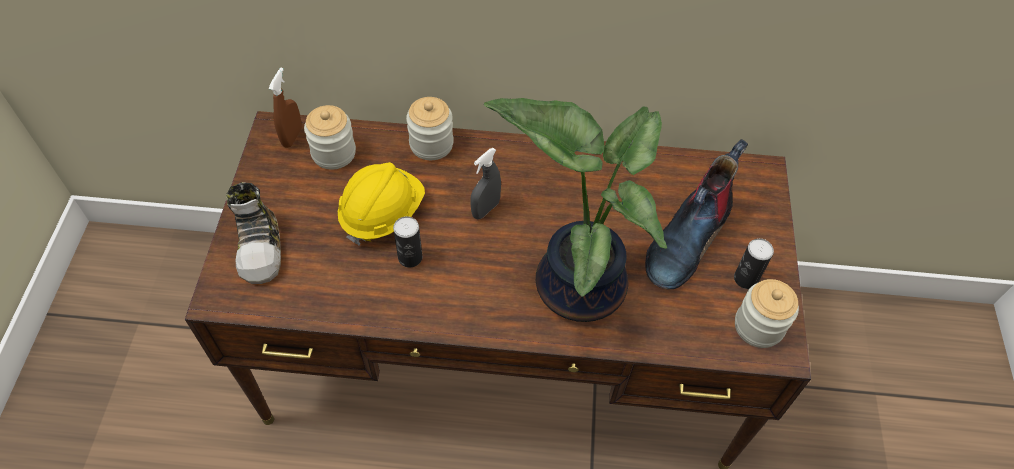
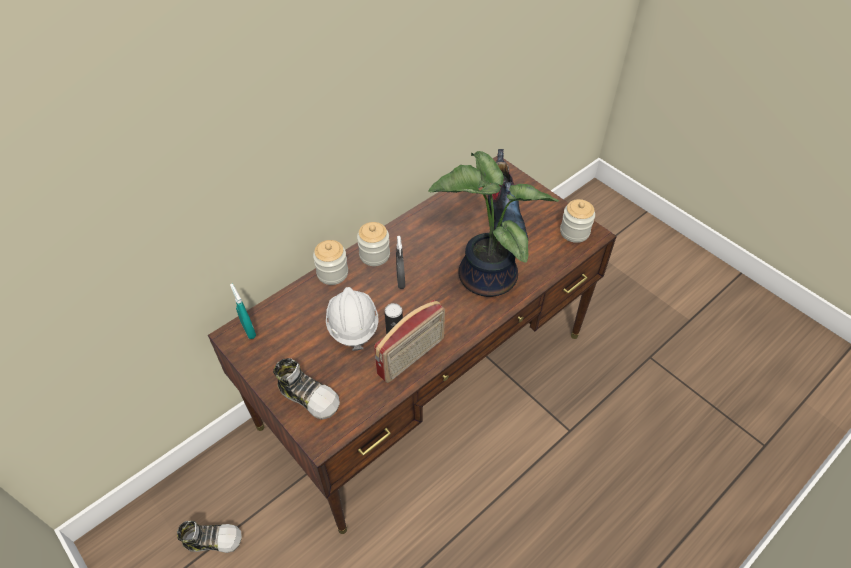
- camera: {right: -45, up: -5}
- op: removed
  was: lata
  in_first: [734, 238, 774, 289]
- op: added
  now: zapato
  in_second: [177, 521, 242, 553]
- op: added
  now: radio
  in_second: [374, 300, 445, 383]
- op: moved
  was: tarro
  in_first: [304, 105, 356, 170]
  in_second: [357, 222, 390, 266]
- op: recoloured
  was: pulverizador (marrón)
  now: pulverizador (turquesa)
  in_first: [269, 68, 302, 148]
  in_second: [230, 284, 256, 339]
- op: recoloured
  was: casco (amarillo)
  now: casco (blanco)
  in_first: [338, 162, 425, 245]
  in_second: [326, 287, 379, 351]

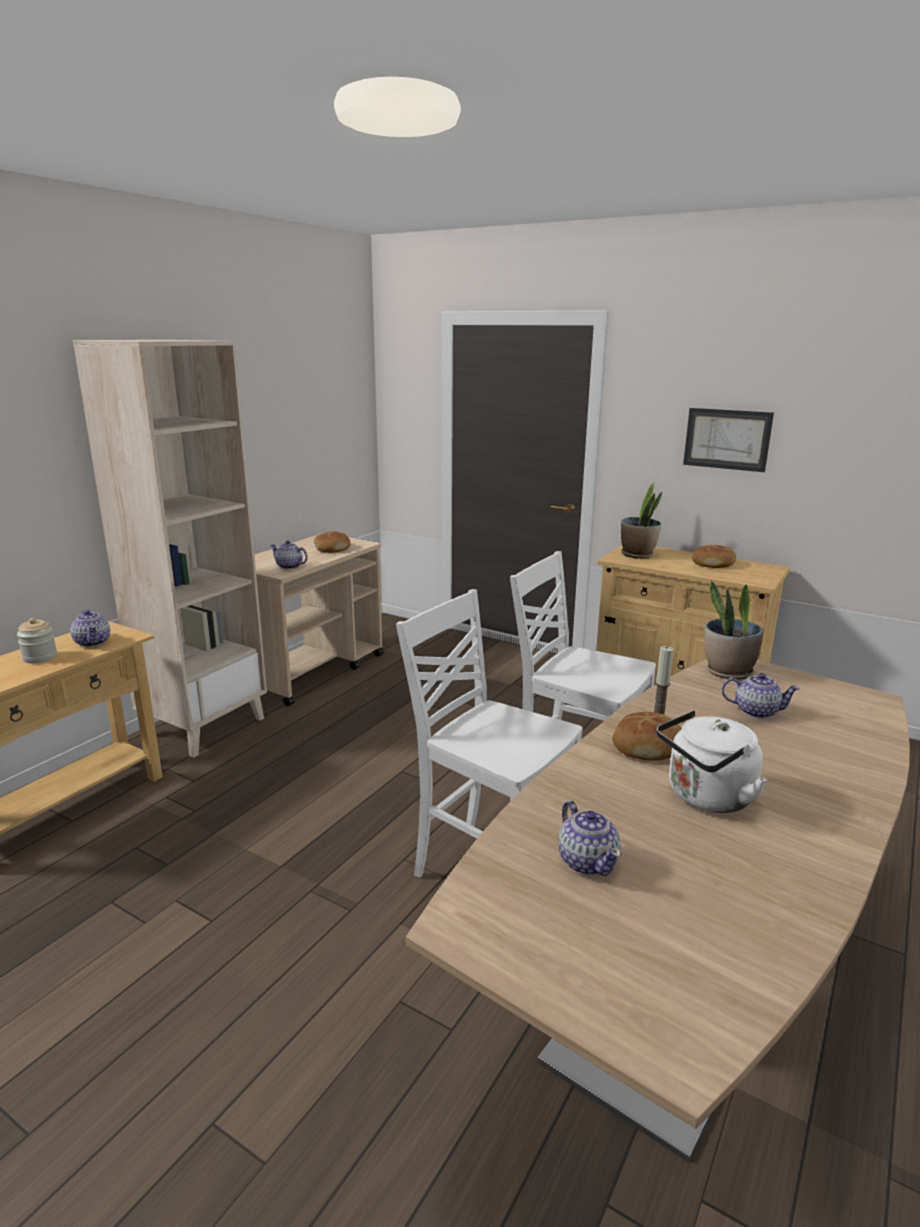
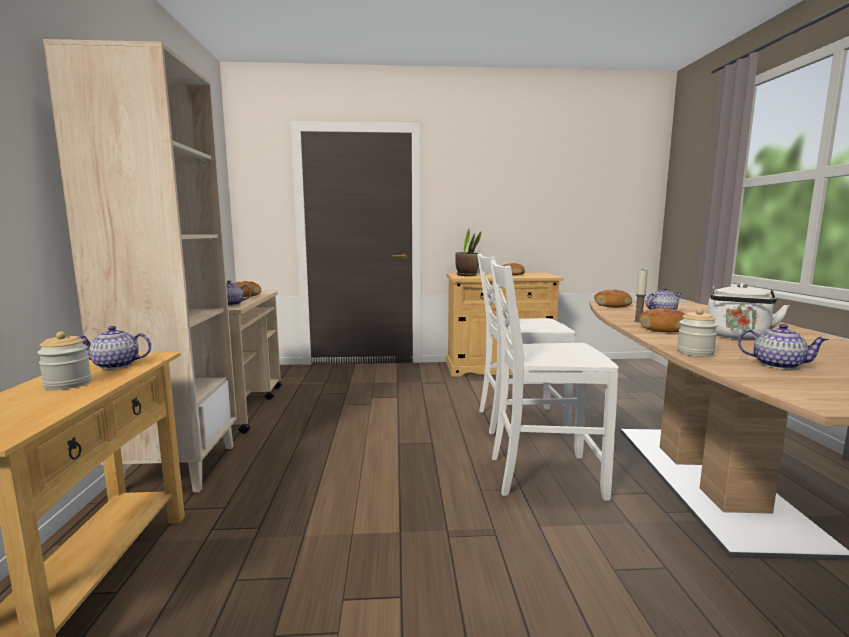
- camera: {right: -35, up: -10}
- op: removed
  was: cuadro
  in_first: [683, 408, 774, 472]
- op: added
  now: tarro
  in_second: [677, 308, 718, 357]
- op: replaced
  was: planta en maceta
  now: pan
  in_first: [704, 581, 763, 680]
  in_second: [594, 289, 632, 307]
- op: turned
  was: tetera
  in_first: [70, 610, 110, 647]
  in_second: [78, 326, 151, 369]
  clockwise: 150

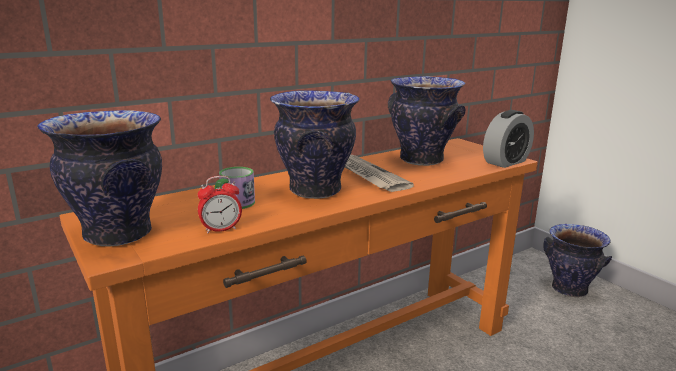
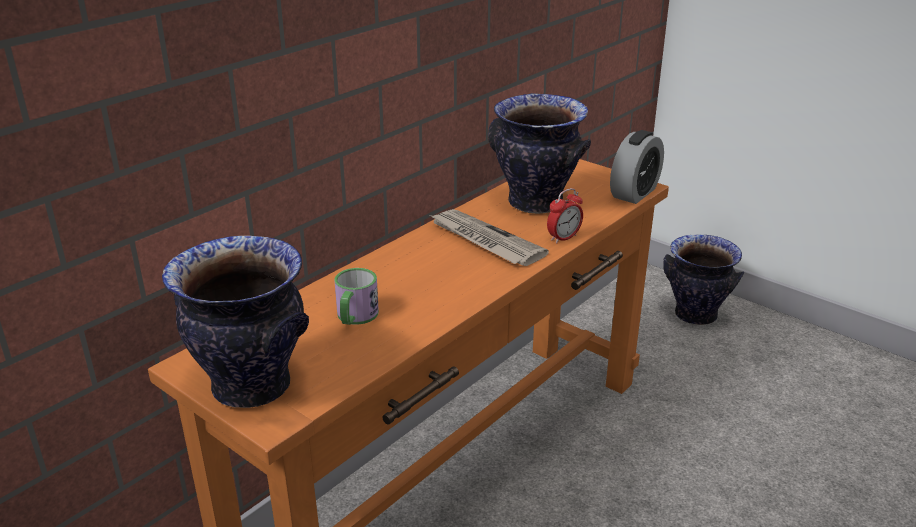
- camera: {right: -15, up: 10}
- op: removed
  was: florero
  in_first: [270, 90, 360, 199]
- op: moved
  was: despertador
  in_first: [197, 176, 242, 234]
  in_second: [547, 188, 583, 244]

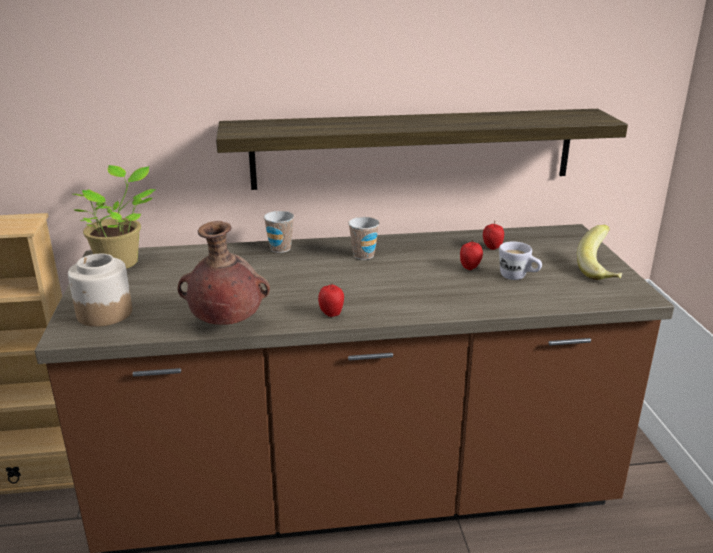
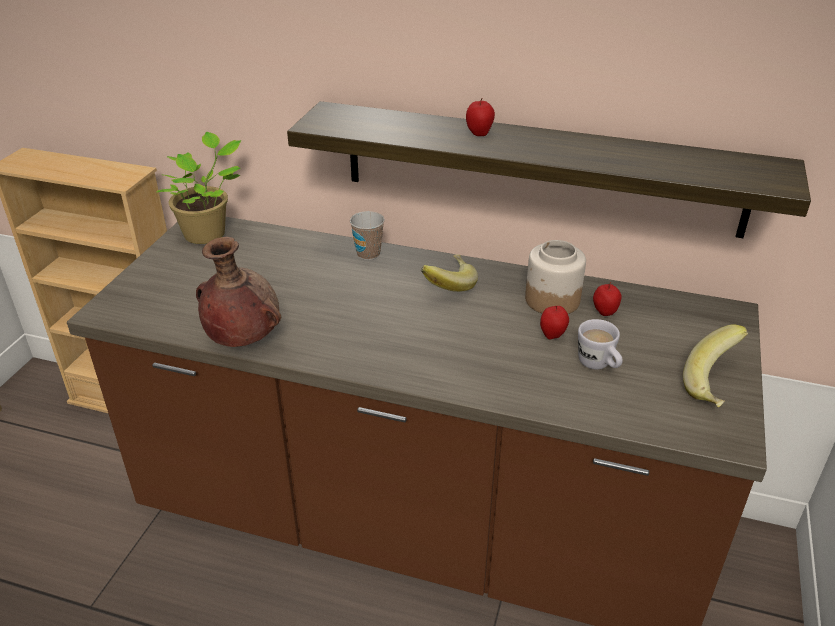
- camera: {right: 25, up: 10}
- op: moved
  was: tarro
  in_first: [68, 254, 132, 327]
  in_second: [525, 240, 586, 314]
- op: moved
  was: manzana
  in_first: [318, 283, 344, 317]
  in_second: [466, 98, 495, 136]
- op: replaced
  was: taza
  now: plátano
  in_first: [348, 217, 379, 260]
  in_second: [421, 254, 478, 292]

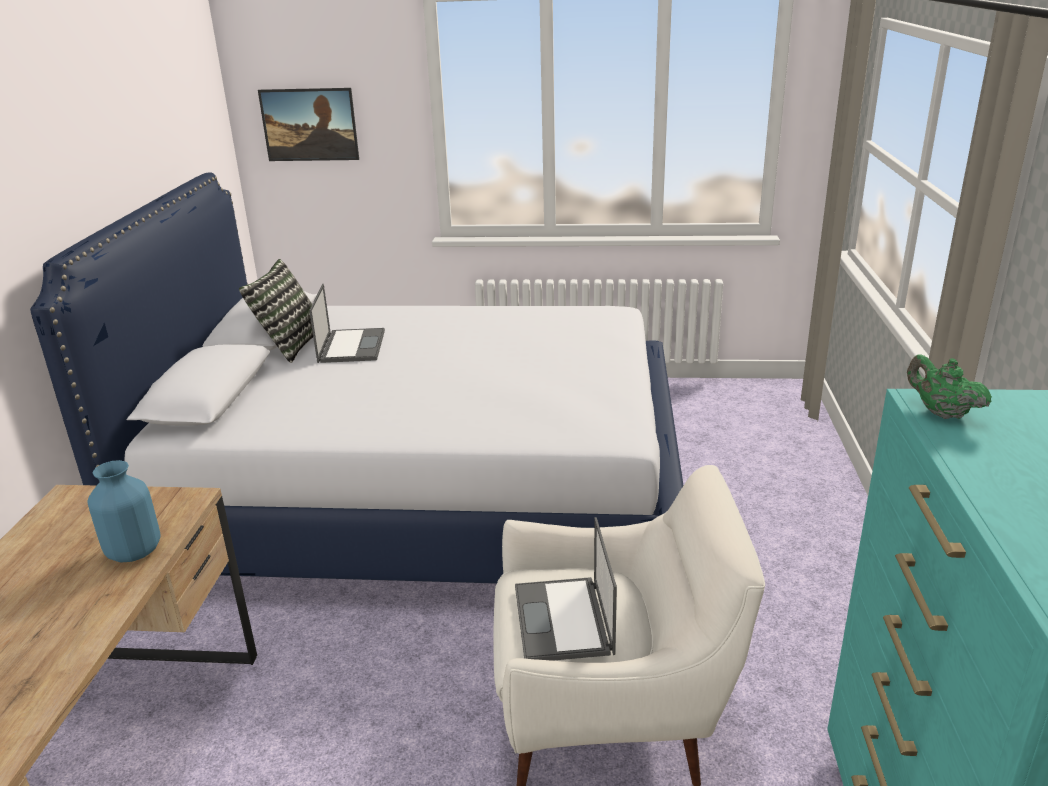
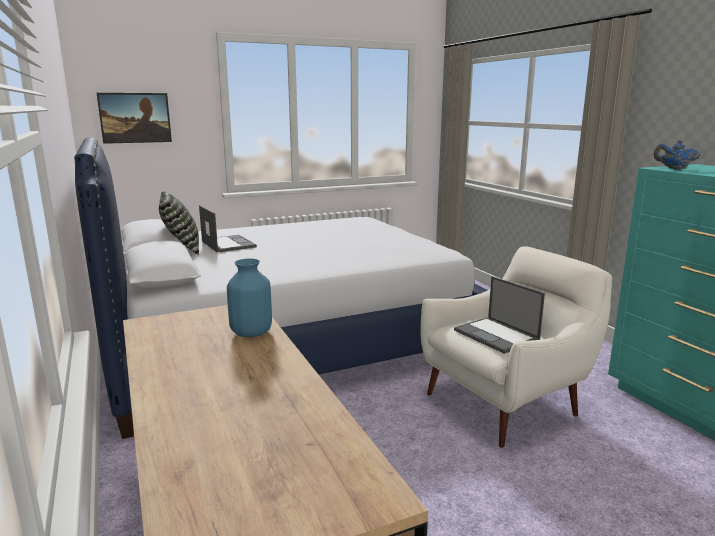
- camera: {right: -30, up: -10}
- op: recoloured
  was: tetera (verde)
  now: tetera (azul)
  in_first: [907, 354, 992, 419]
  in_second: [653, 140, 700, 170]

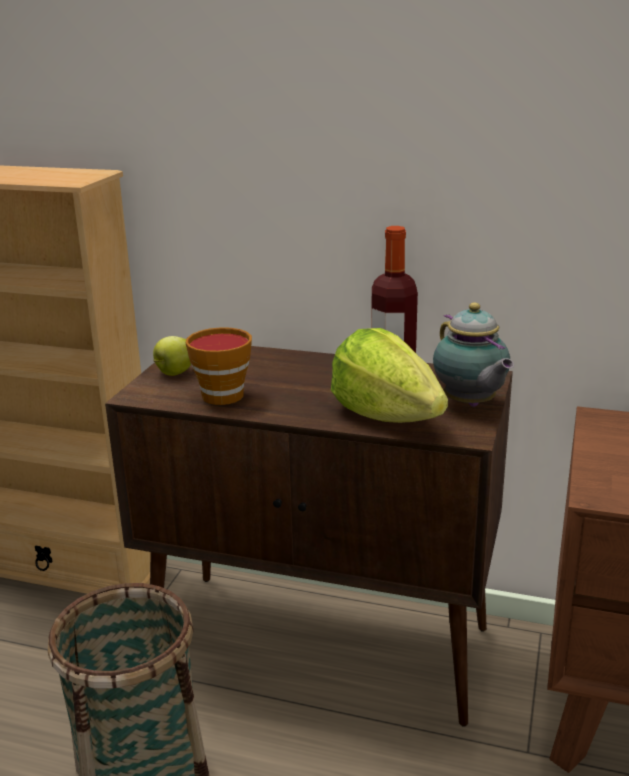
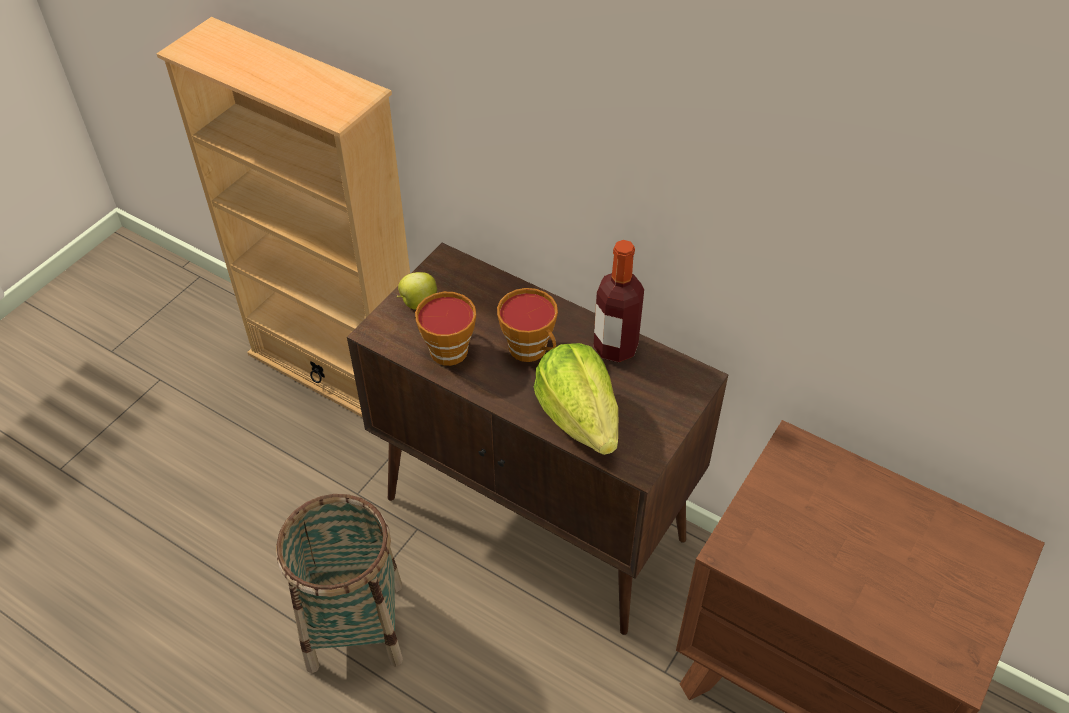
- camera: {right: 15, up: 25}
- op: removed
  was: tetera
  in_first: [433, 303, 514, 407]
- op: added
  now: taza
  in_second: [497, 288, 558, 362]

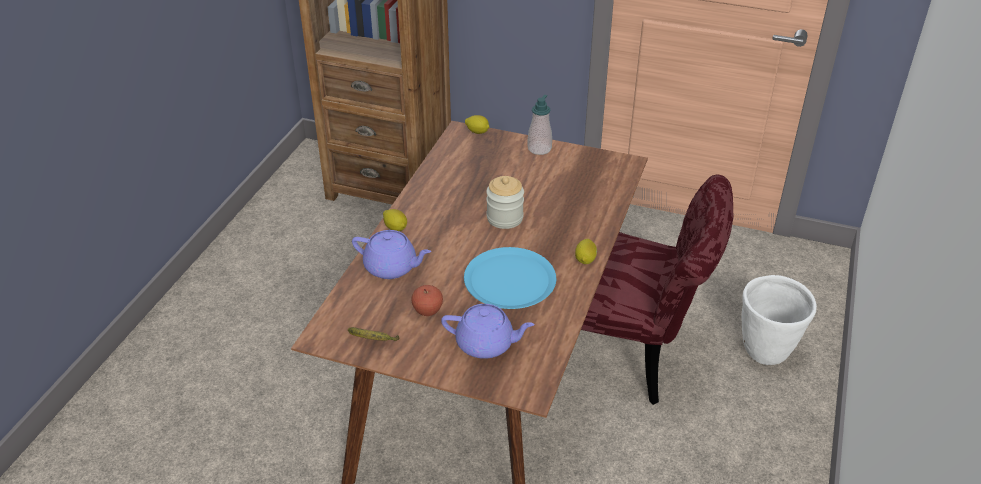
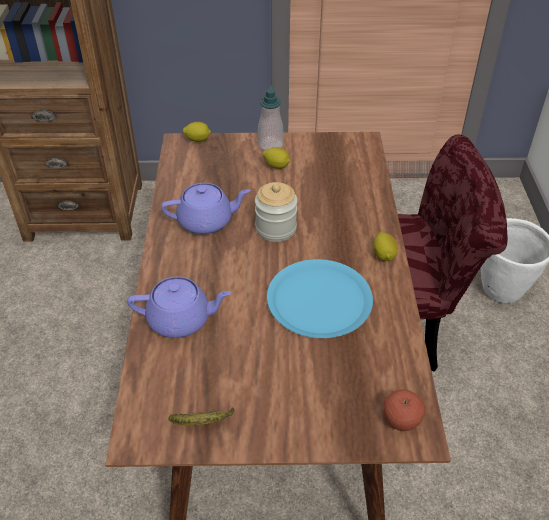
- camera: {right: -20, up: 5}
- op: moved
  was: limón
  in_first: [383, 209, 407, 231]
  in_second: [263, 147, 290, 169]
- op: moved
  was: manzana
  in_first: [411, 285, 443, 316]
  in_second: [383, 390, 425, 431]
- op: moved
  was: tetera (morado)
  in_first: [441, 304, 535, 359]
  in_second: [161, 183, 251, 234]

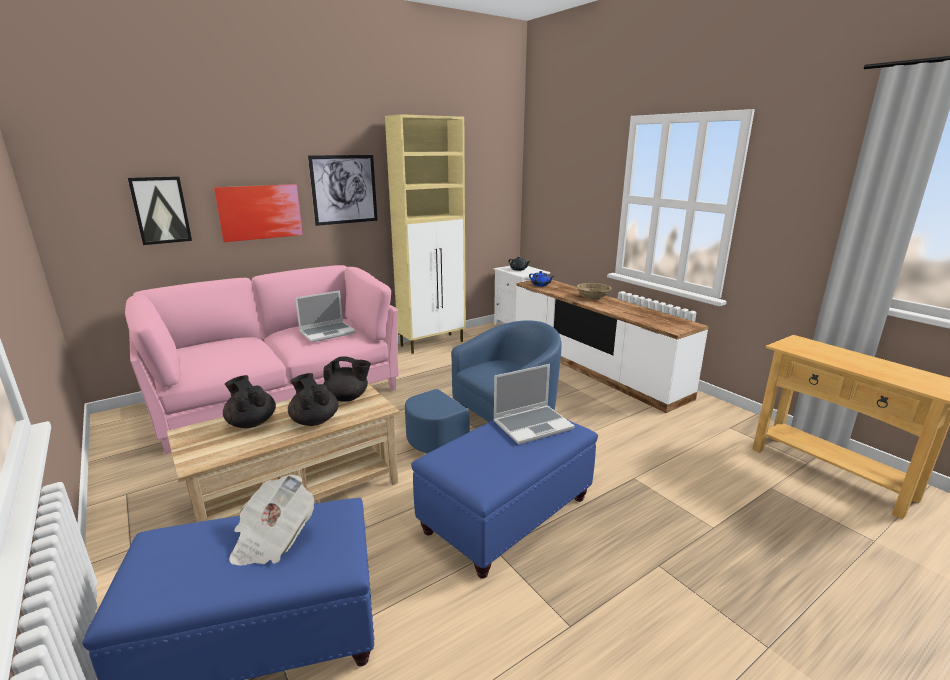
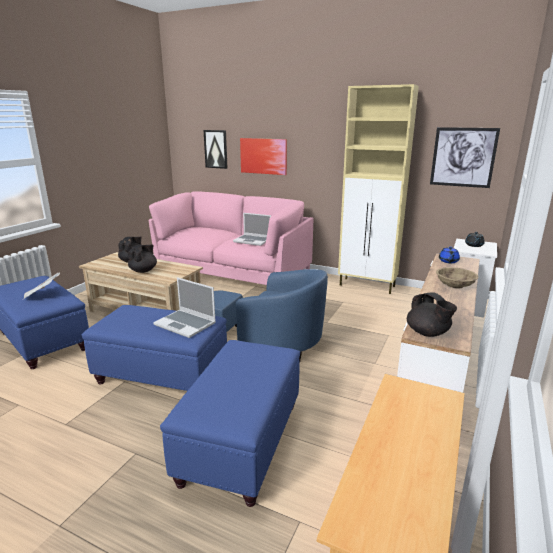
- camera: {right: 60, up: 0}
- op: added
  now: puf (azul)
  in_second: [160, 340, 300, 507]
- op: moved
  was: cuadro
  in_first: [308, 155, 378, 226]
  in_second: [430, 127, 500, 188]
- op: moved
  was: tetera (negro)
  in_first: [323, 356, 371, 402]
  in_second: [407, 292, 457, 337]

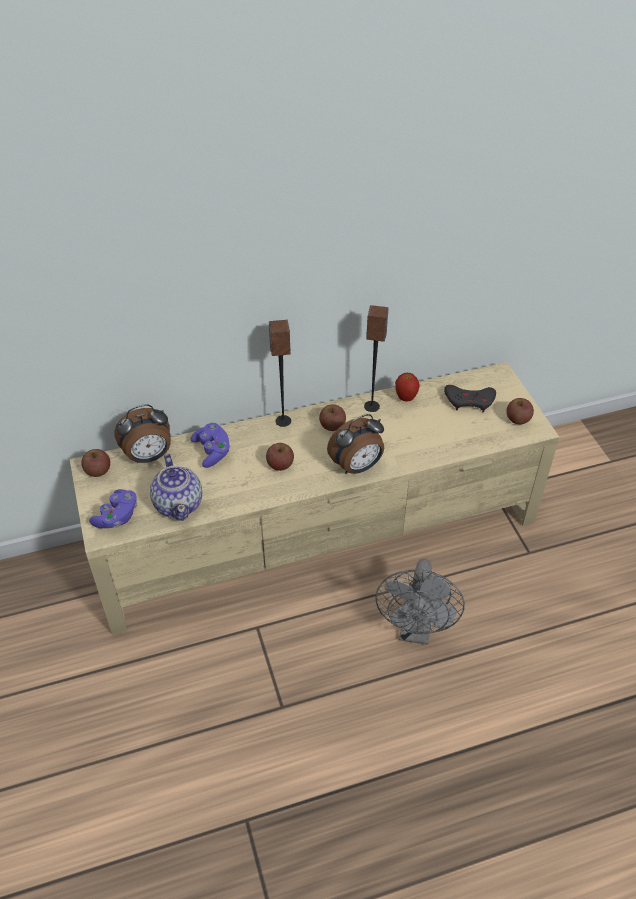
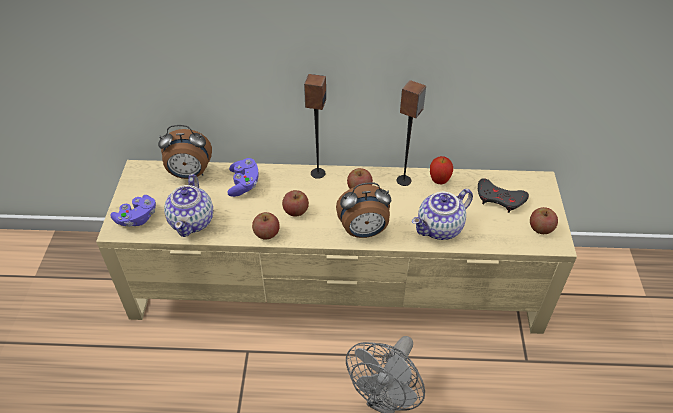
- camera: {right: 20, up: 0}
- op: added
  now: tetera
  in_second: [412, 189, 473, 240]
- op: moved
  was: manzana
  in_first: [81, 449, 110, 477]
  in_second: [252, 212, 280, 240]

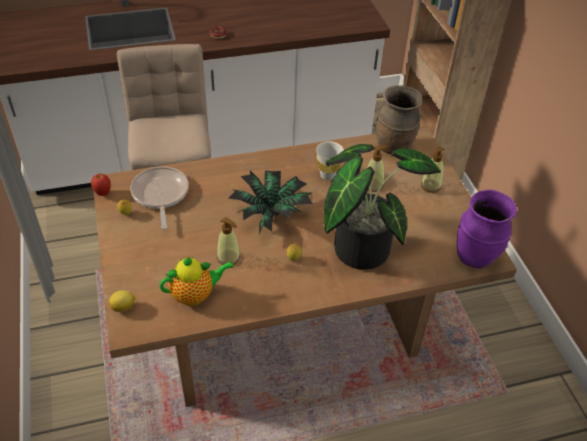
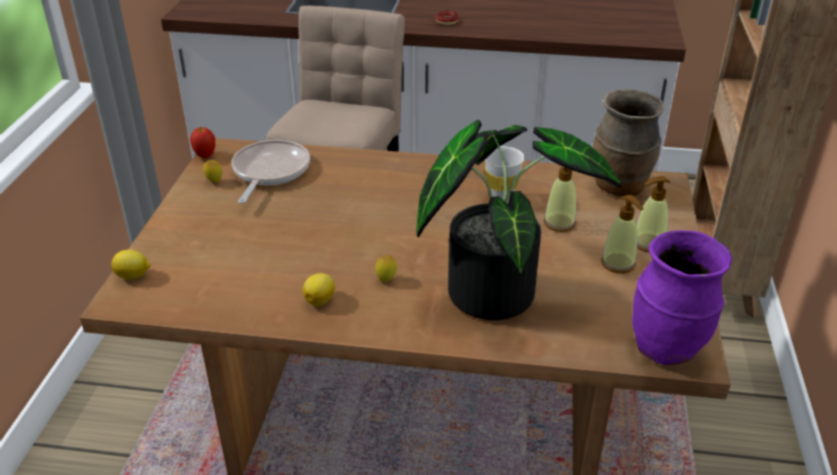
- camera: {right: 25, up: -10}
- op: removed
  was: tetera
  in_first: [160, 257, 233, 306]
- op: removed
  was: planta en maceta
  in_first: [229, 171, 313, 234]
- op: added
  now: limón
  in_second: [303, 273, 335, 306]
- op: moved
  was: dispensador de jabón
  in_first: [217, 217, 240, 265]
  in_second: [601, 195, 644, 273]

